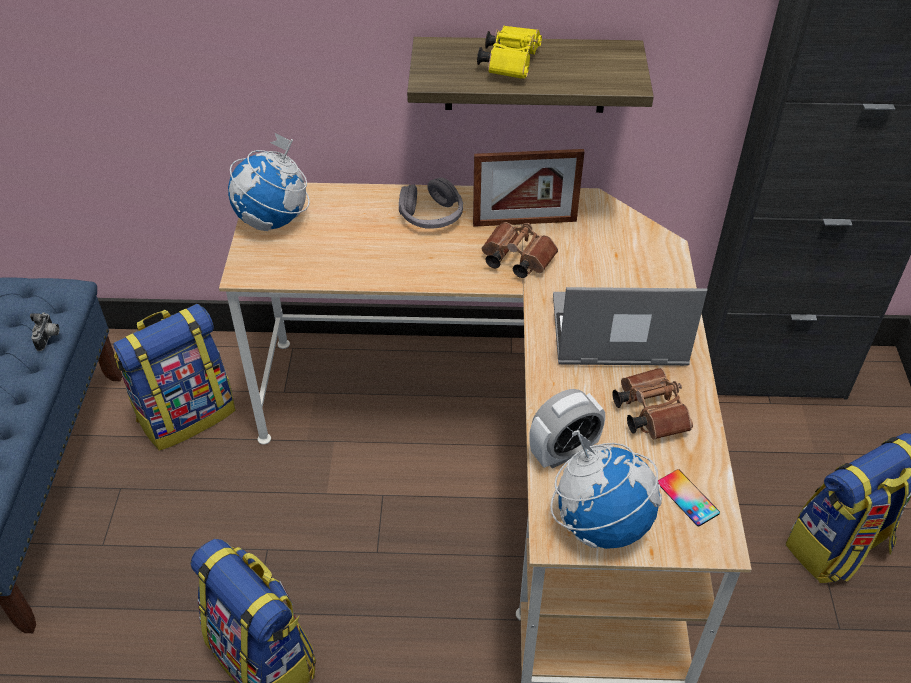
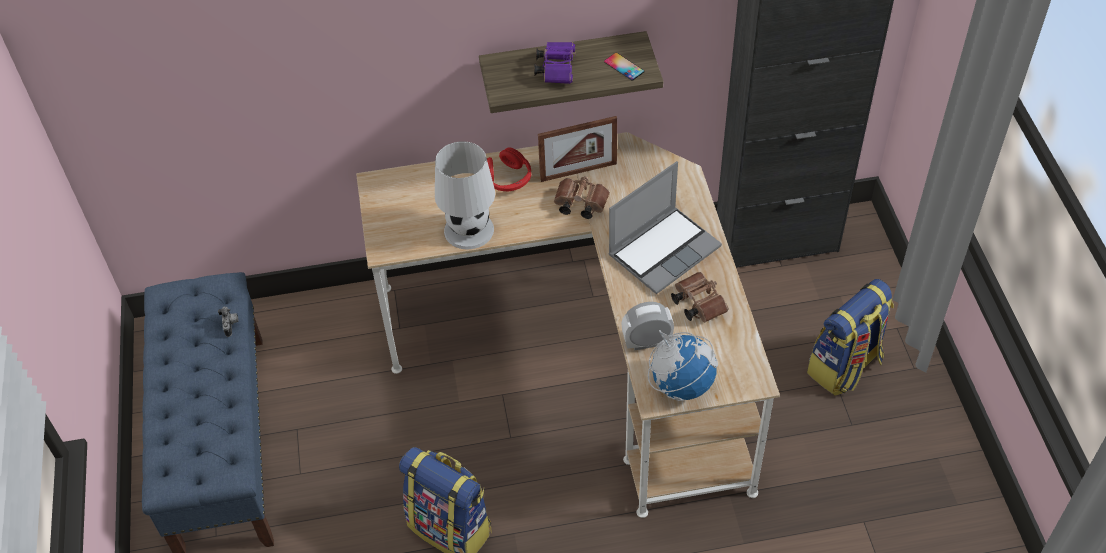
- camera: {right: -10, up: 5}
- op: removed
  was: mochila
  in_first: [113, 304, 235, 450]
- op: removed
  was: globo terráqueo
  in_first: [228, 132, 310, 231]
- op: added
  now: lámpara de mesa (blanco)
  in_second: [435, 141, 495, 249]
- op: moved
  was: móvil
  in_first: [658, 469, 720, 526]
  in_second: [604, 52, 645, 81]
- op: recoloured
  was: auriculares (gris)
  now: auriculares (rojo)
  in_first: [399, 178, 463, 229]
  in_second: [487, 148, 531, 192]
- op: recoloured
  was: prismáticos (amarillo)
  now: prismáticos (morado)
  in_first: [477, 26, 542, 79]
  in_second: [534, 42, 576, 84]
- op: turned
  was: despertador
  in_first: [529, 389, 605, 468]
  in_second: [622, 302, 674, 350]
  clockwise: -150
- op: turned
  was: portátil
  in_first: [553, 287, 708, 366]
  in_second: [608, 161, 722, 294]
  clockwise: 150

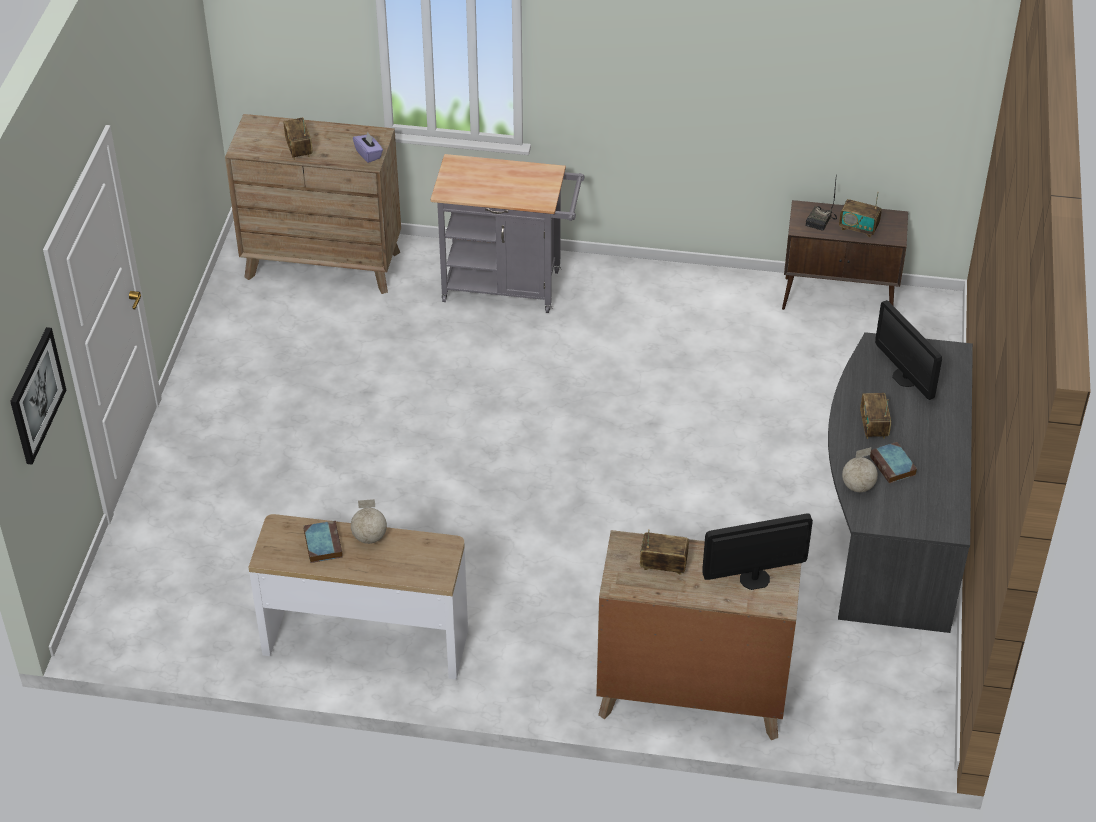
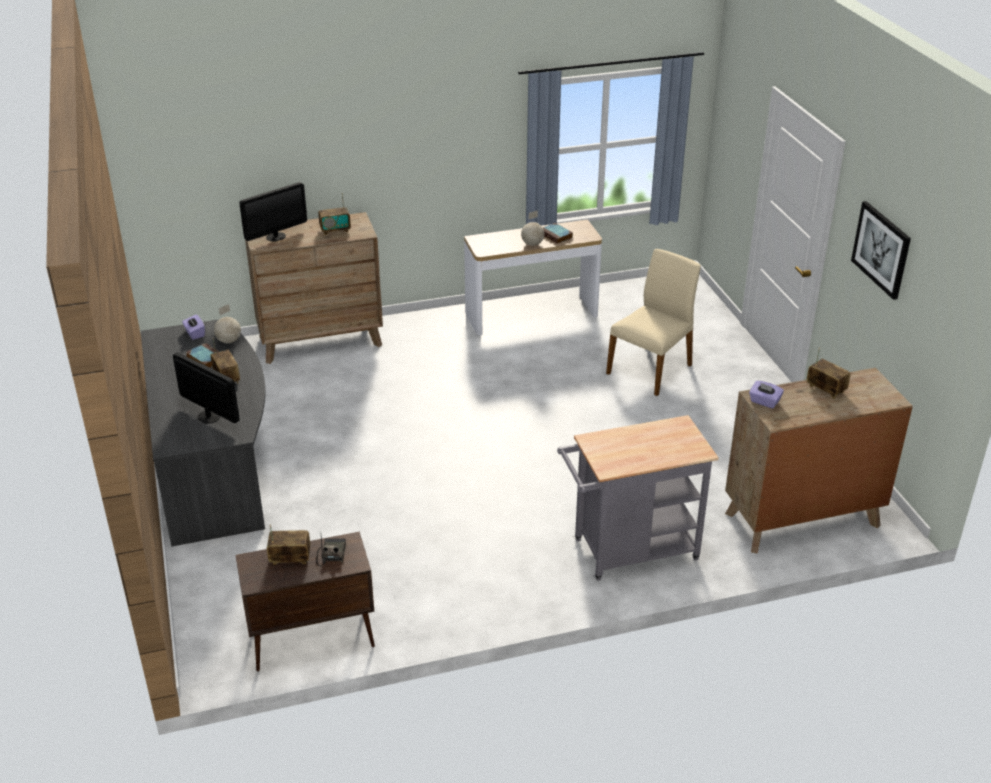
- camera: {right: 155, up: -10}
- op: added
  now: caja de pañuelos (morado)
  in_second: [182, 315, 205, 340]
- op: added
  now: silla (beis)
  in_second: [606, 249, 701, 396]
- op: moved
  was: cuadro
  in_first: [10, 327, 66, 465]
  in_second: [851, 201, 911, 300]

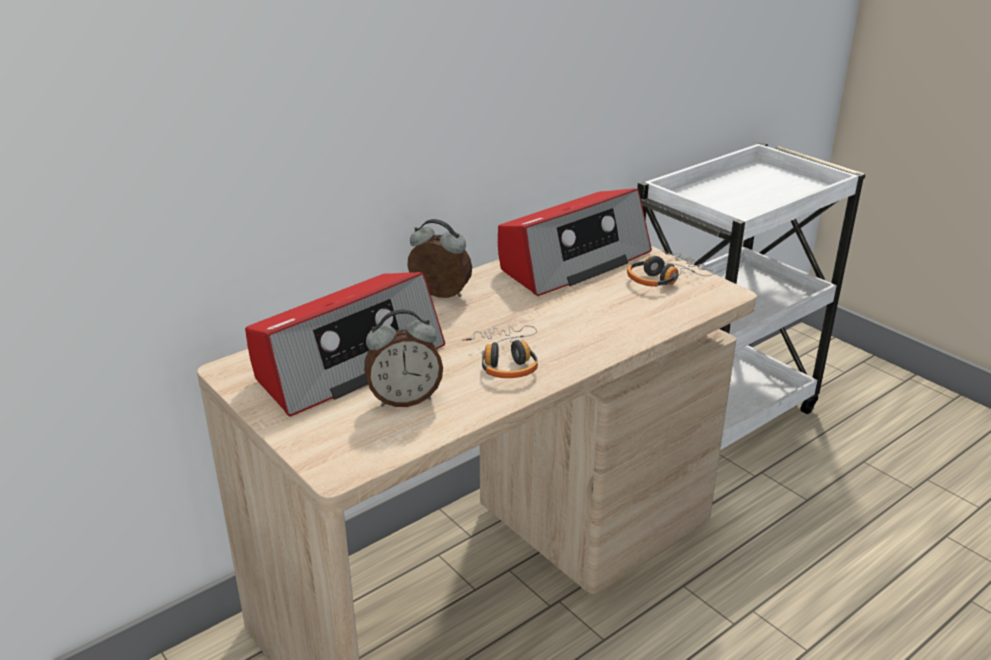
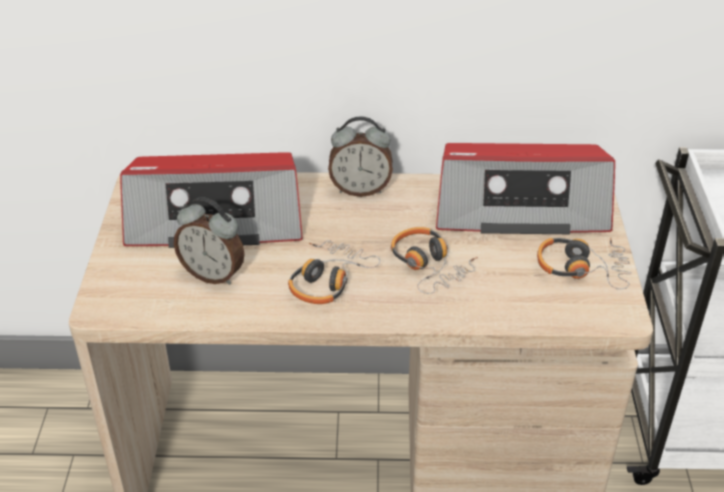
- camera: {right: 40, up: 10}
- op: added
  now: auriculares
  in_second: [391, 227, 478, 294]
- op: turned
  was: despertador
  in_first: [407, 219, 472, 298]
  in_second: [328, 116, 393, 197]
  clockwise: 120

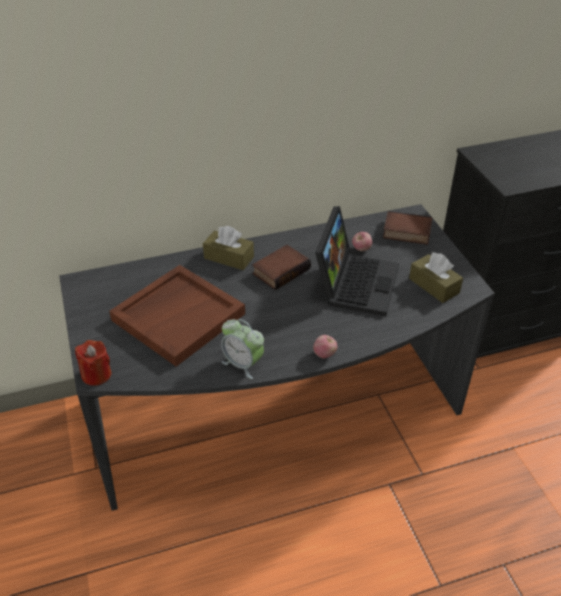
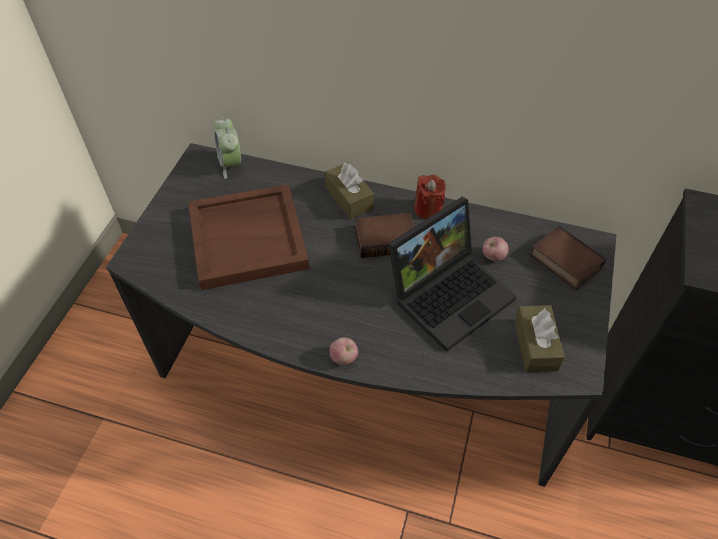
- camera: {right: 35, up: 10}
- op: moved
  was: vela (rojo)
  in_first: [75, 340, 111, 386]
  in_second: [414, 174, 446, 219]
- op: moved
  was: despertador
  in_first: [221, 319, 264, 379]
  in_second: [214, 117, 241, 179]

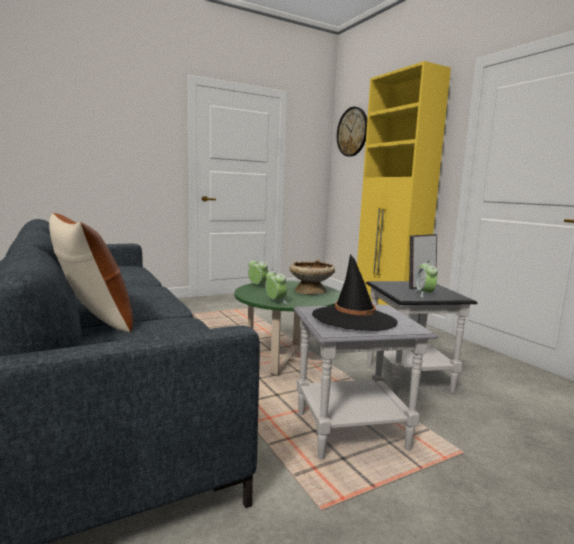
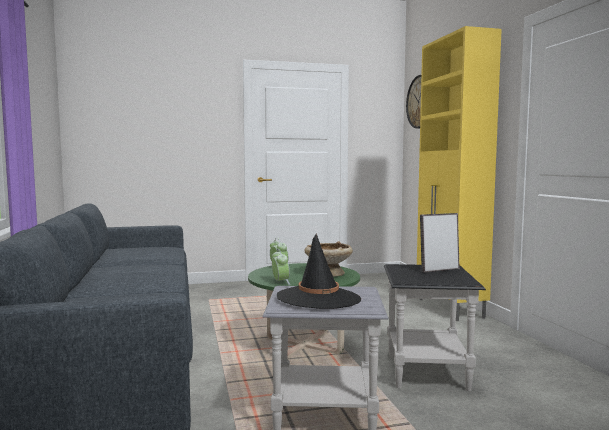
- camera: {right: 15, up: -5}
- op: removed
  was: cojín (marrón)
  in_first: [49, 213, 133, 333]
- op: removed
  was: despertador
  in_first: [415, 260, 438, 298]

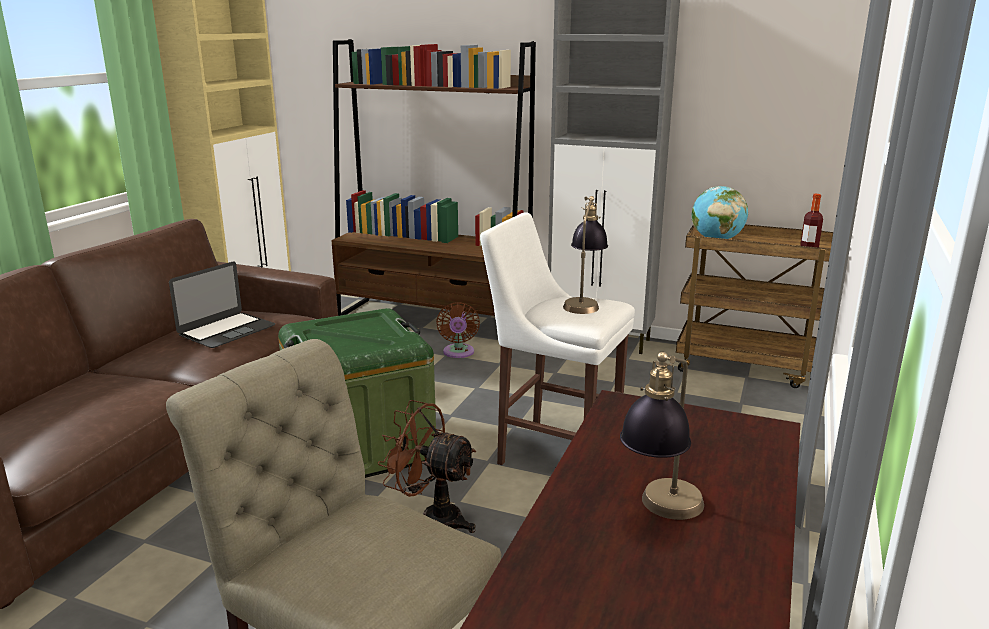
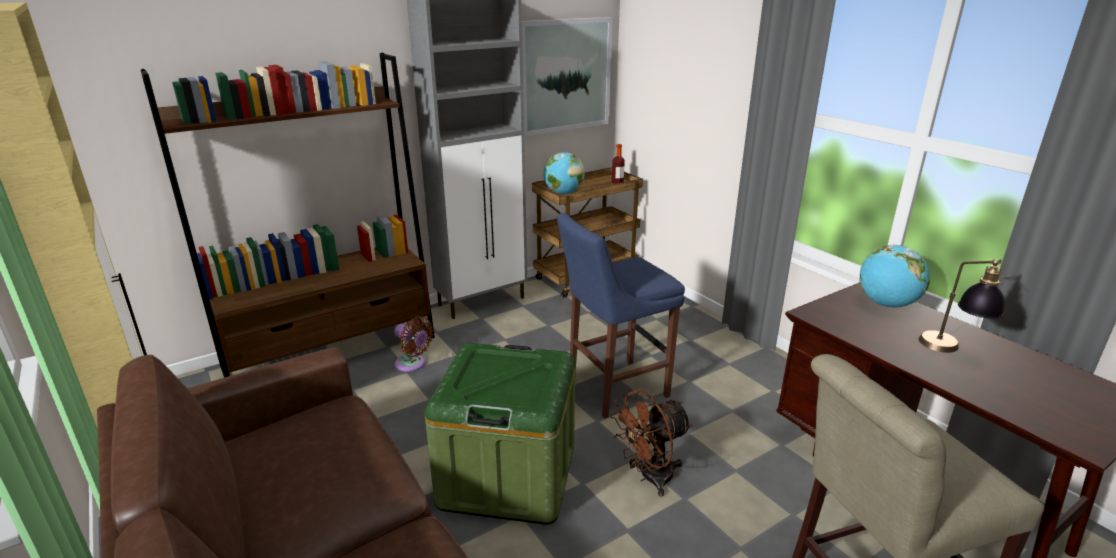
- camera: {right: -55, up: 5}
- op: removed
  was: portátil
  in_first: [169, 262, 275, 348]
- op: removed
  was: lámpara de mesa
  in_first: [563, 196, 608, 314]
- op: added
  now: cuadro
  in_second: [522, 17, 612, 136]
- op: added
  now: globo terráqueo
  in_second: [859, 245, 930, 307]
- op: recoloured
  was: taburete (blanco)
  now: taburete (azul)
  in_first: [480, 212, 635, 465]
  in_second: [557, 213, 685, 418]

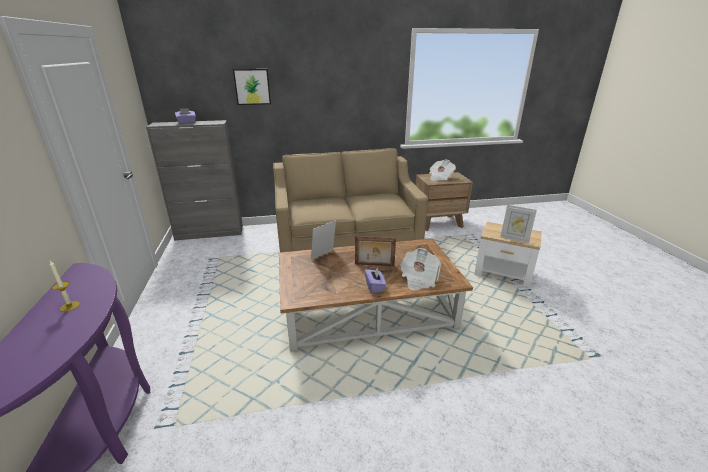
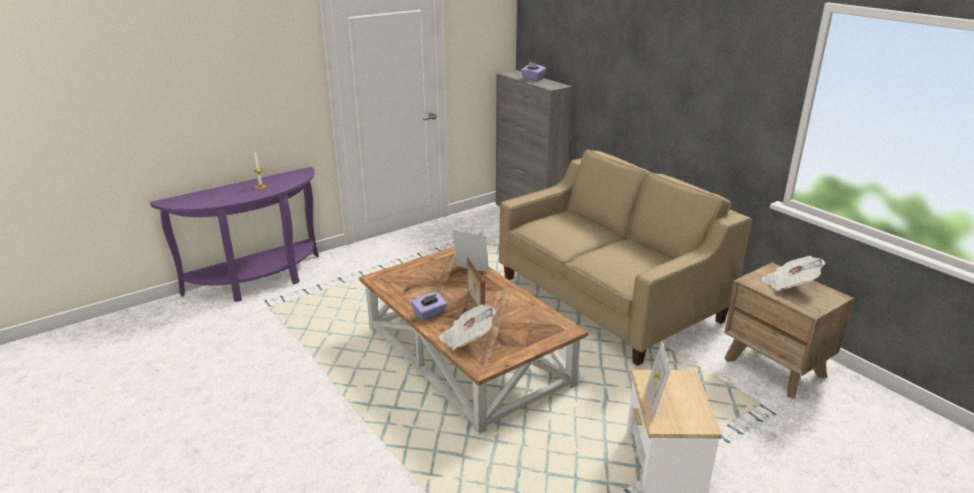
- camera: {right: 65, up: 0}
- op: removed
  was: cuadro
  in_first: [233, 69, 271, 105]

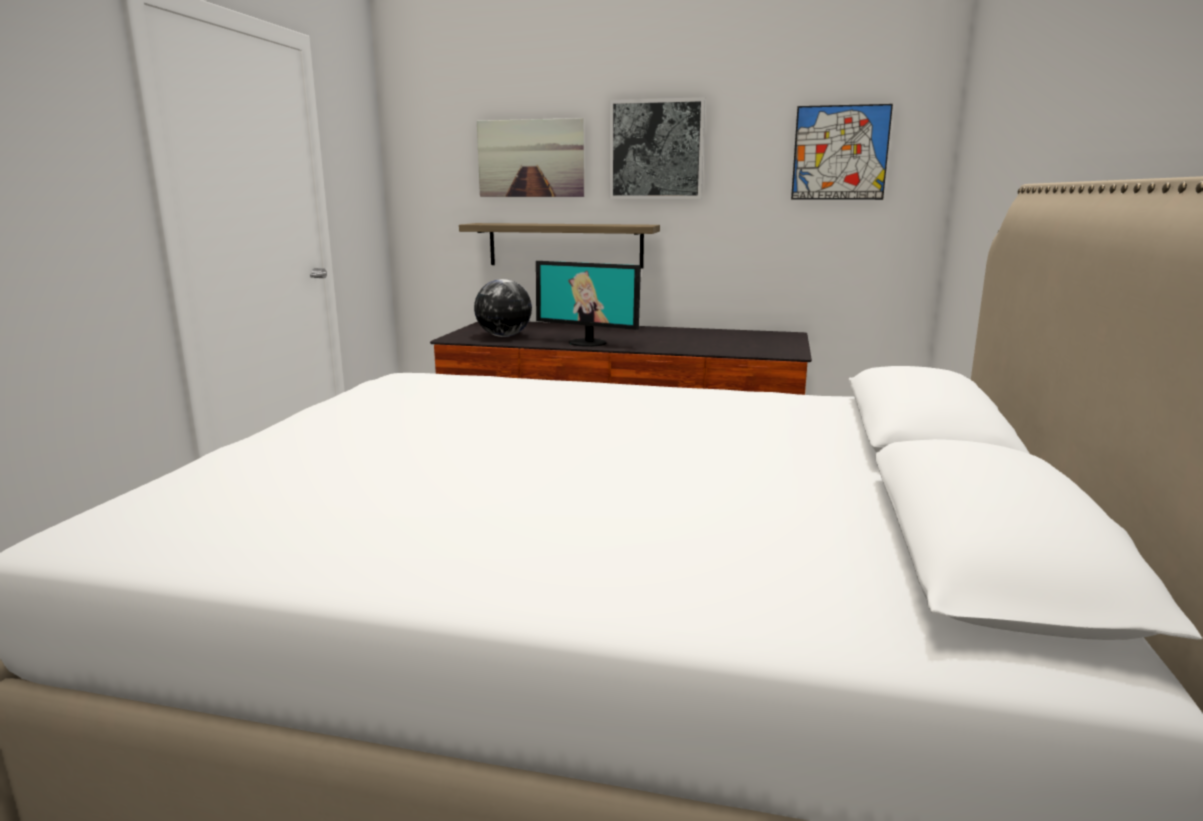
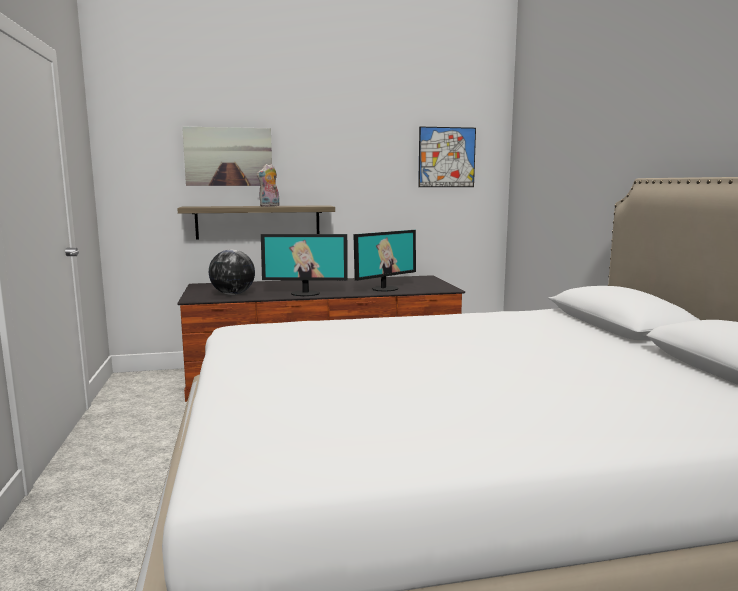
- camera: {right: -25, up: -5}
- op: removed
  was: cuadro
  in_first: [609, 97, 706, 199]
- op: added
  now: peluche
  in_second: [256, 164, 279, 207]
- op: added
  now: monitor
  in_second: [353, 230, 416, 292]

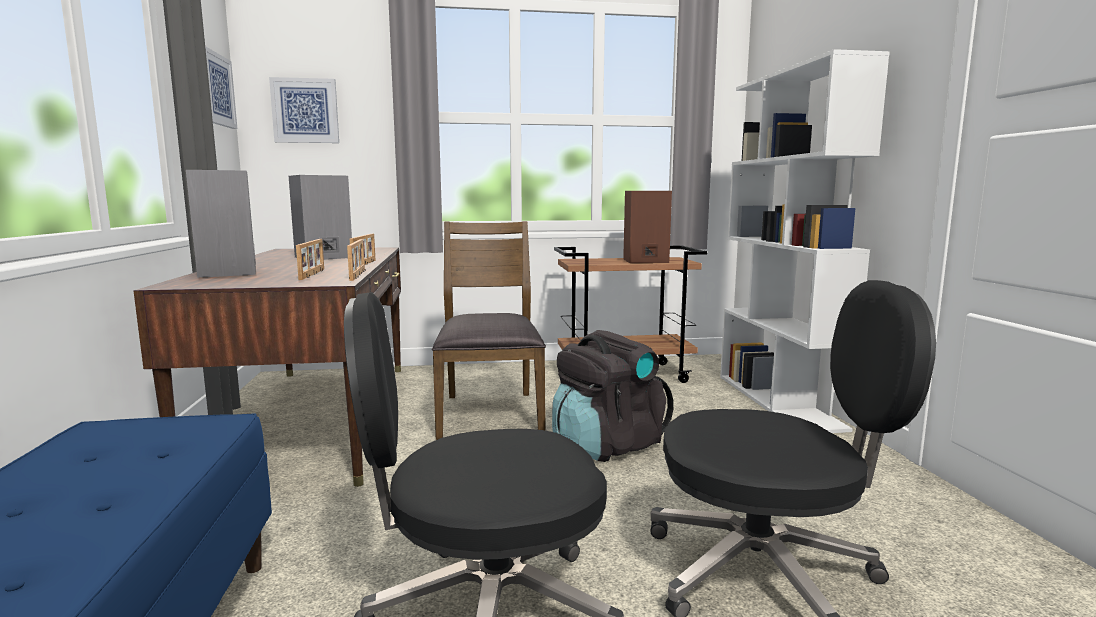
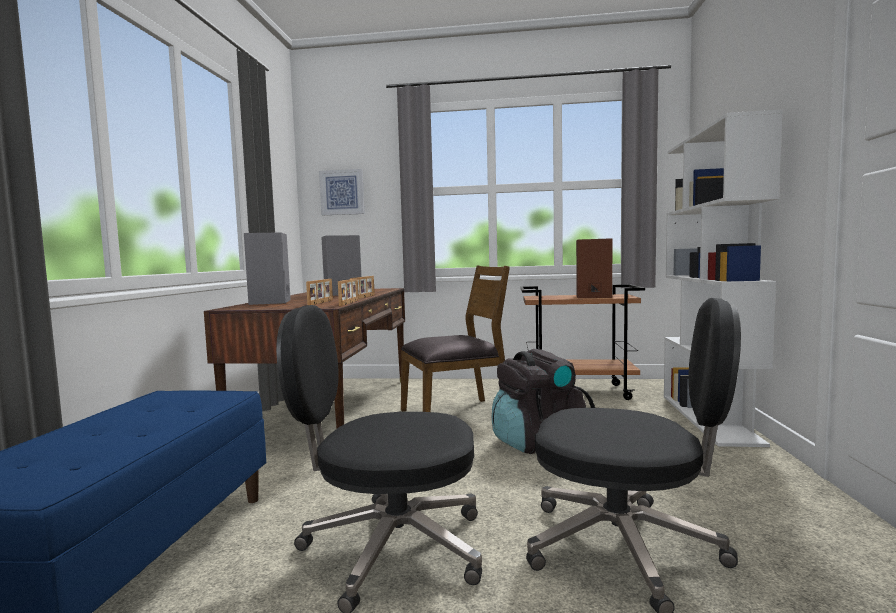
- camera: {right: 15, up: -5}
- op: removed
  was: cuadro
  in_first: [205, 46, 237, 129]
- op: turned
  was: silla (marrón)
  in_first: [432, 221, 546, 440]
  in_second: [401, 265, 510, 412]
  clockwise: 60

